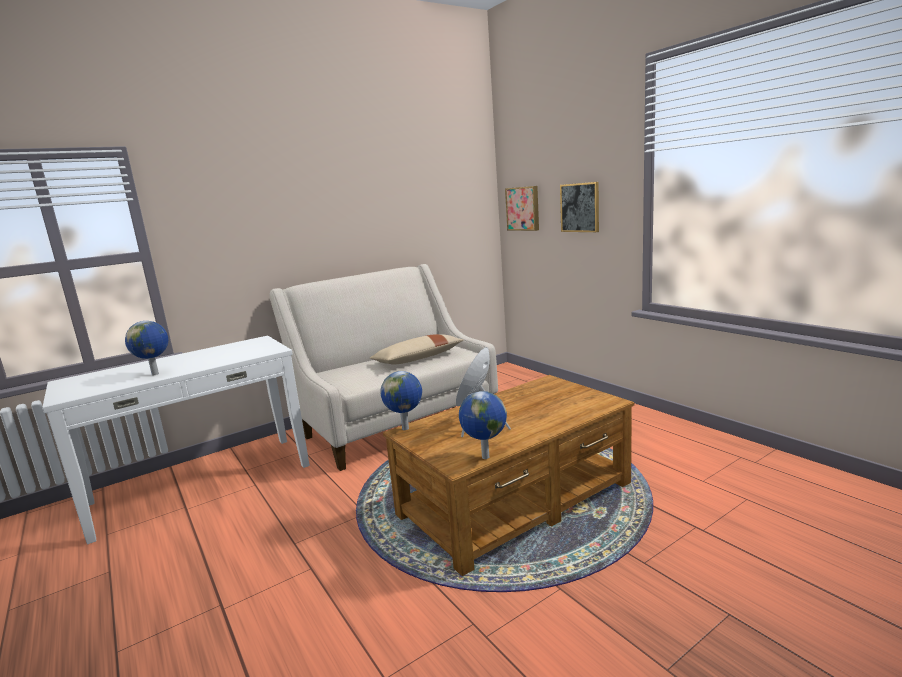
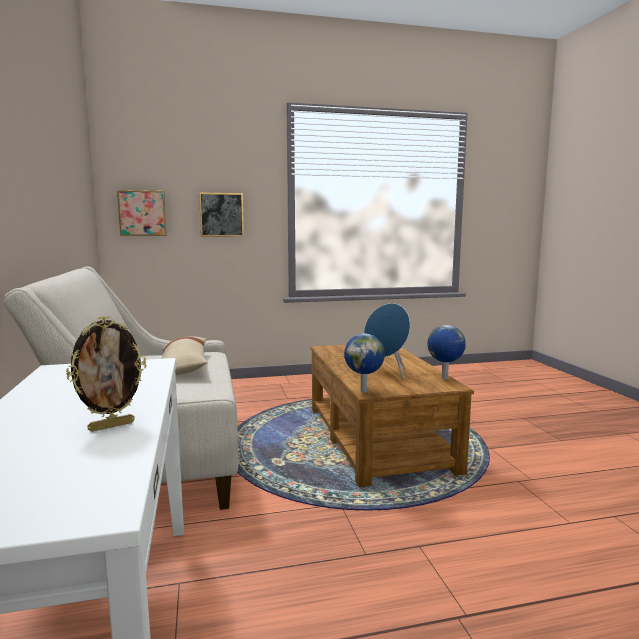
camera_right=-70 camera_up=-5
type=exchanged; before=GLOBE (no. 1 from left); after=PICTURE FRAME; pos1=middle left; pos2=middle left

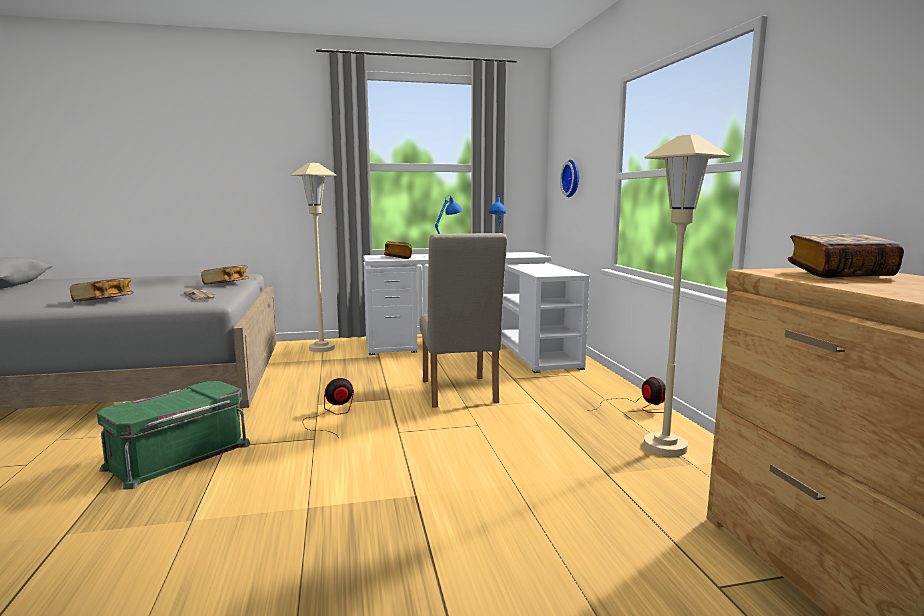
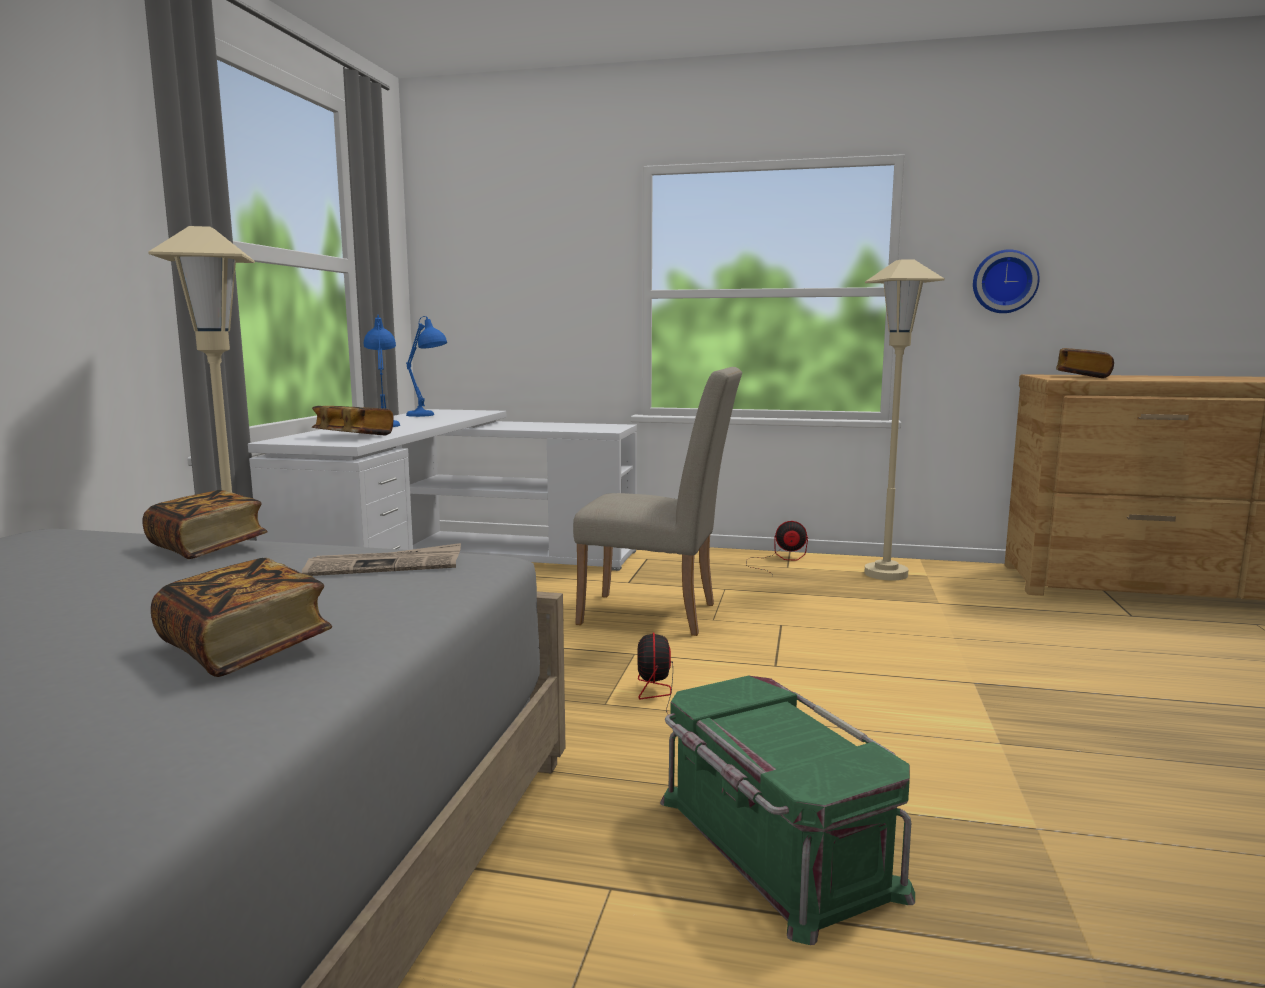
camera_right=-65 camera_up=0
type=relocated; before=WALL CLOCK; pos1=top centre; pos2=top right

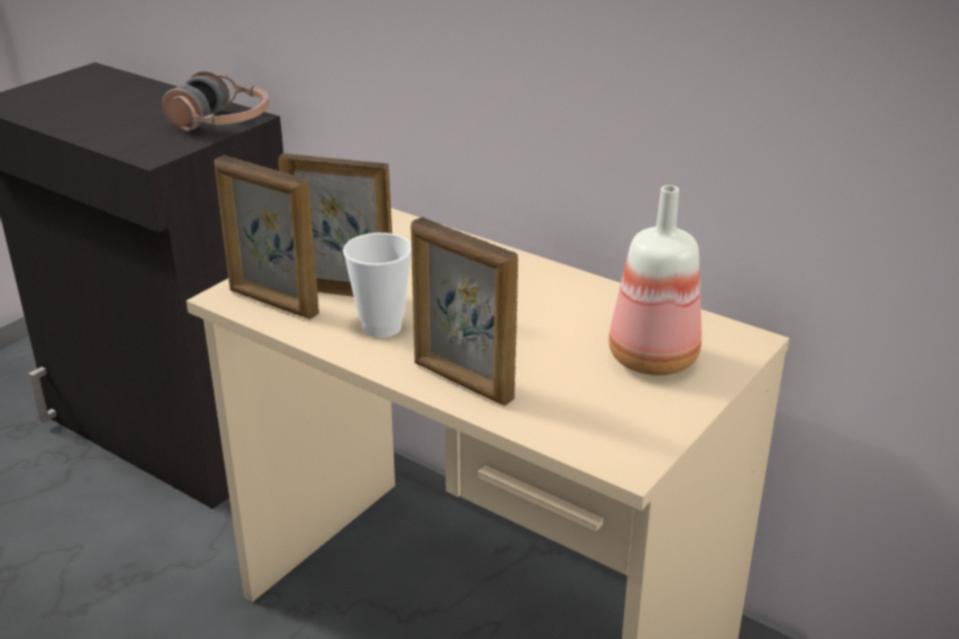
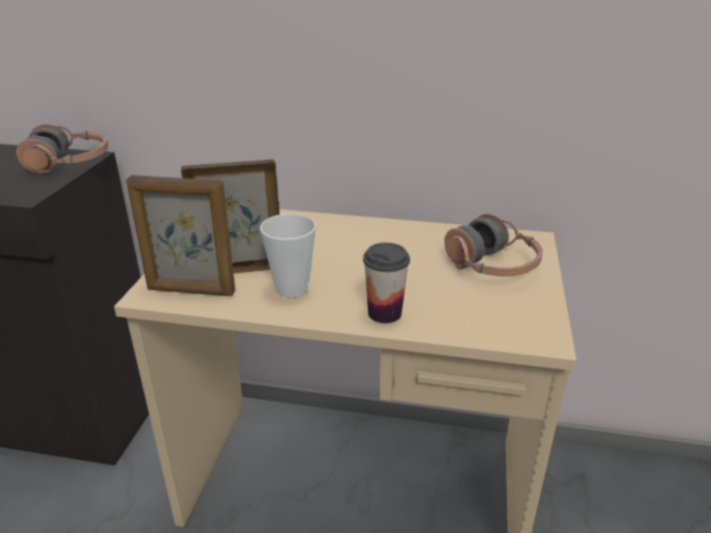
camera_right=-25 camera_up=0
type=exchanged; before=PICTURE FRAME (no. 3 from left); after=CUP (no. 2 from left); pos1=centre; pos2=centre
type=exchanged; before=BOTTLE; after=HEADPHONES (no. 2 from left); pos1=middle right; pos2=middle right

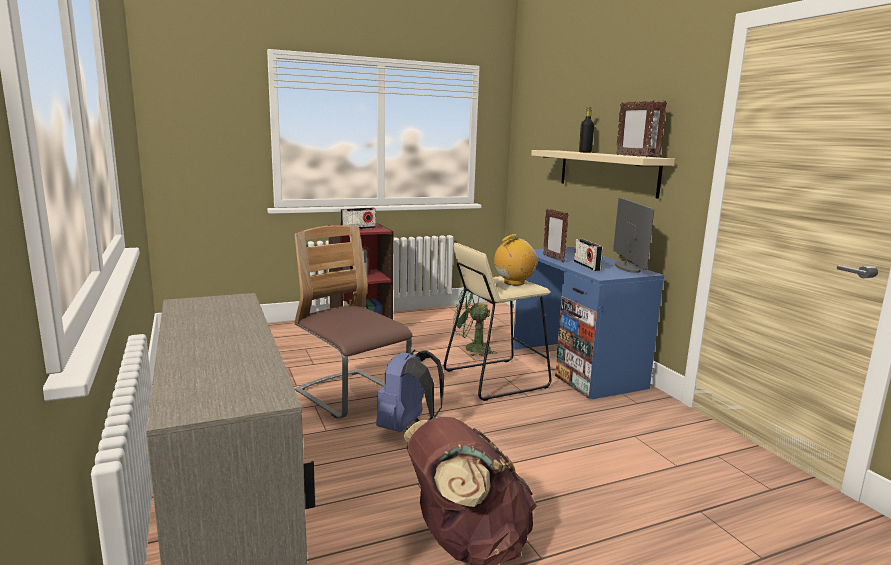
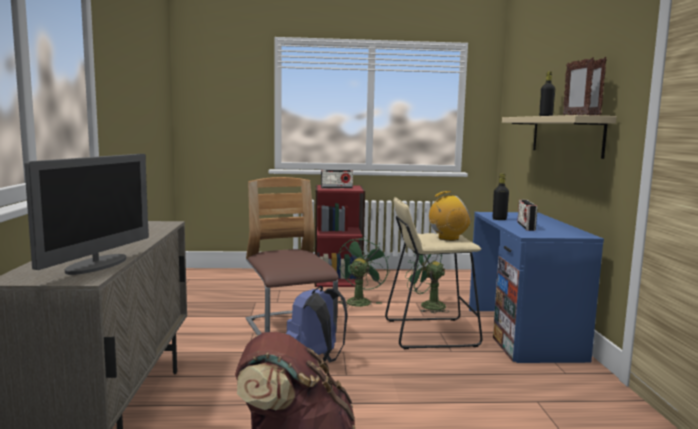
camera_right=20 camera_up=-5
type=relocated; before=MONITOR; pos1=middle right; pos2=middle left
type=appeared; after=GREEN FAN (no. 1 from left); pos2=centre
type=exchanged; before=PICTURE FRAME (no. 1 from left); after=BLACK BOTTLE (no. 1 from left); pos1=centre; pos2=middle right

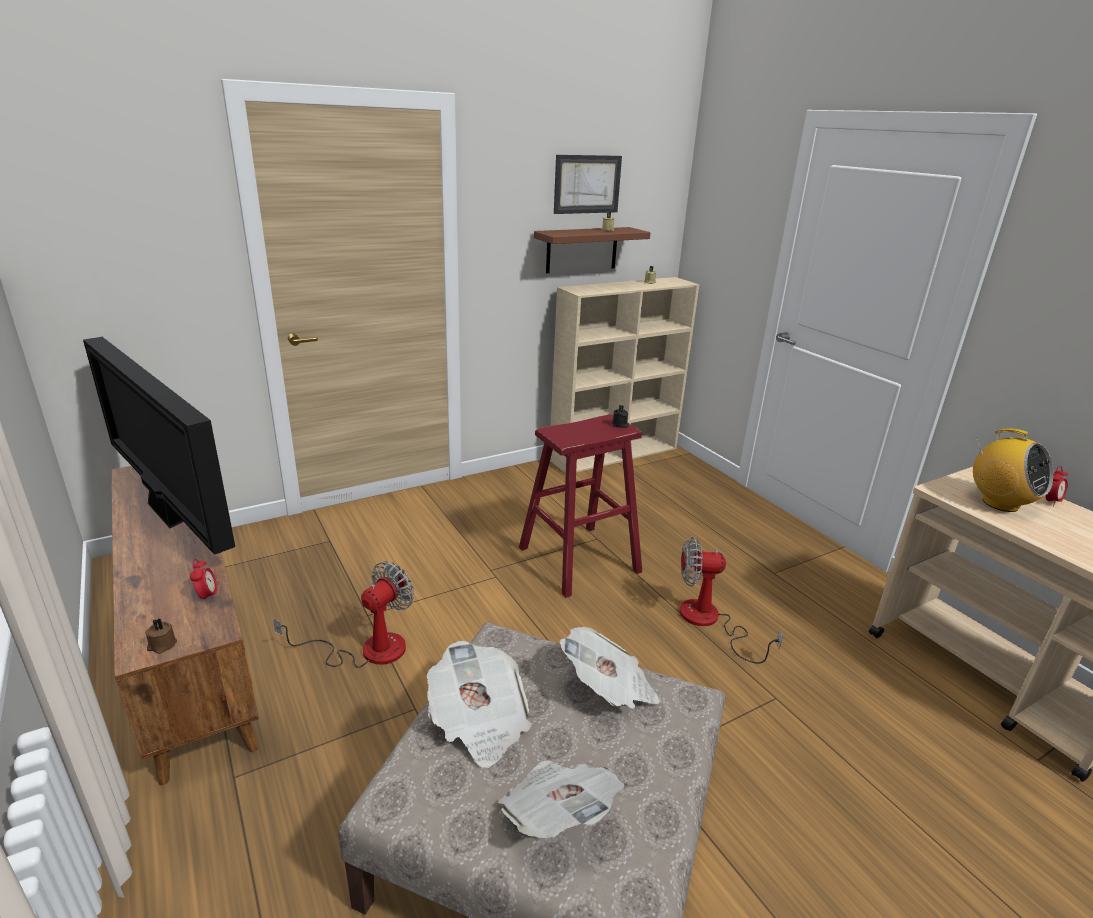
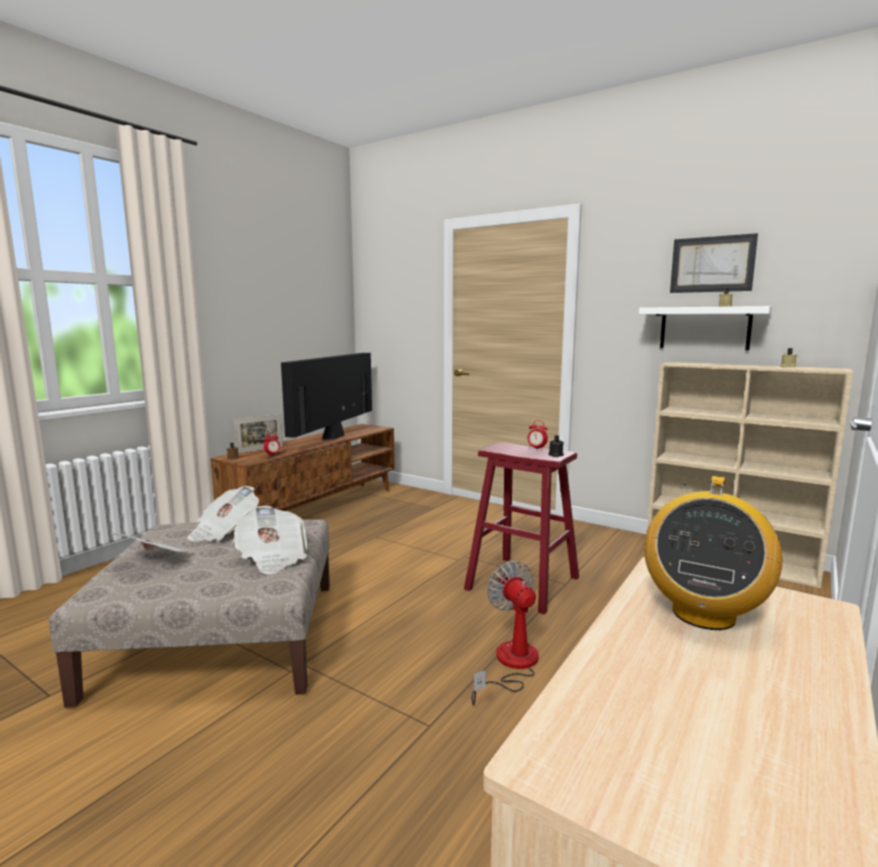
camera_right=65 camera_up=-15
type=appeared; after=PICTURE FRAME; pos2=middle left
type=relocated; before=ALARM CLOCK (no. 2 from left); pos1=middle right; pos2=centre
type=colour; before=BROWN SHELF; after=WHITE SHELF; pos1=top centre; pos2=middle right
type=missing; before=FAN (no. 1 from left); pos1=bottom left

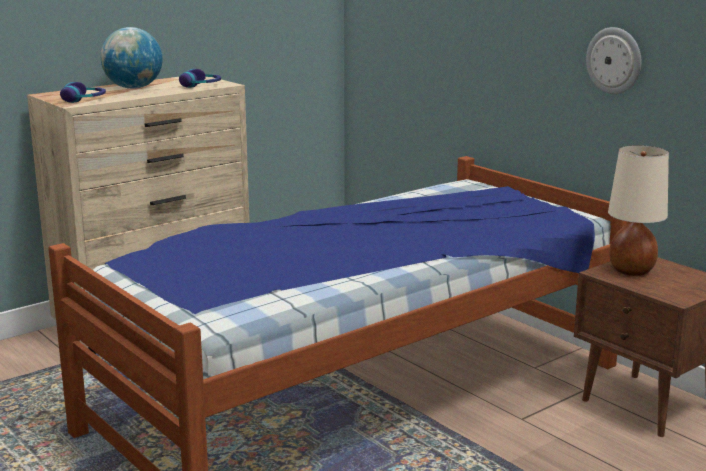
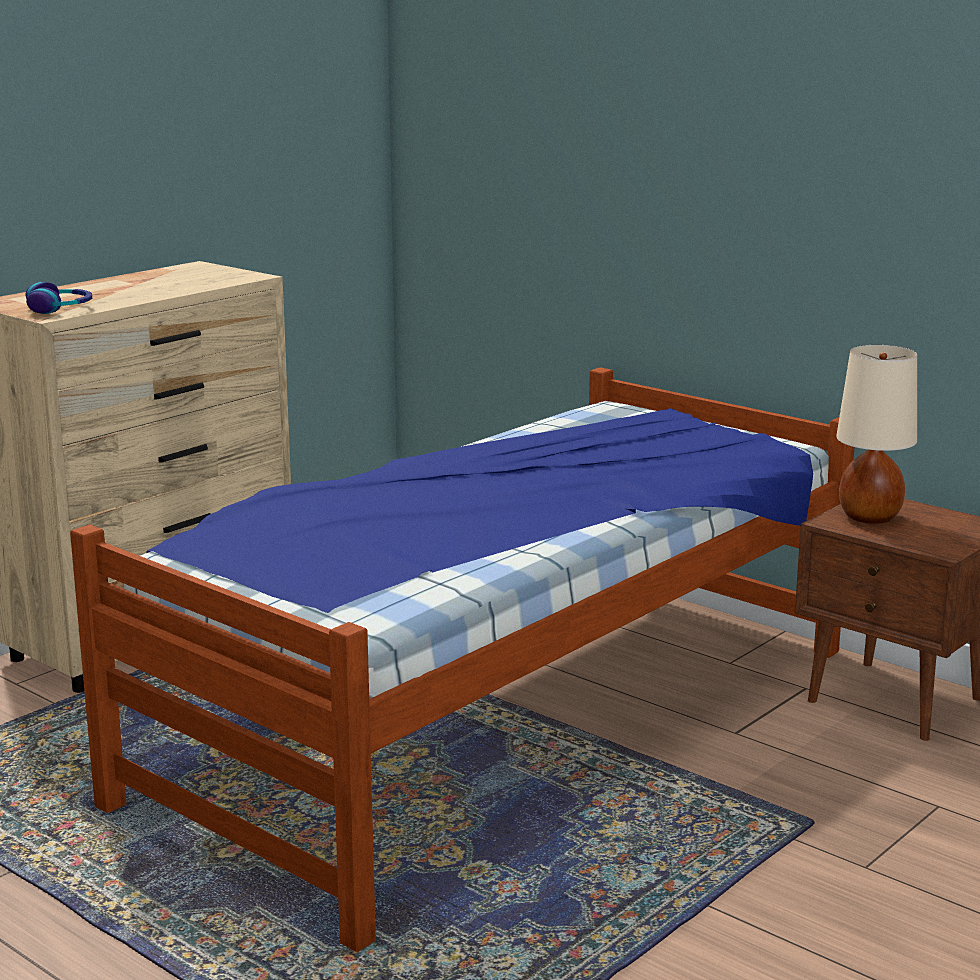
camera_right=-10 camera_up=0
type=missing; before=GLOBE; pos1=top left
type=missing; before=HEADPHONES (no. 2 from left); pos1=top left
type=missing; before=WALL CLOCK; pos1=top right

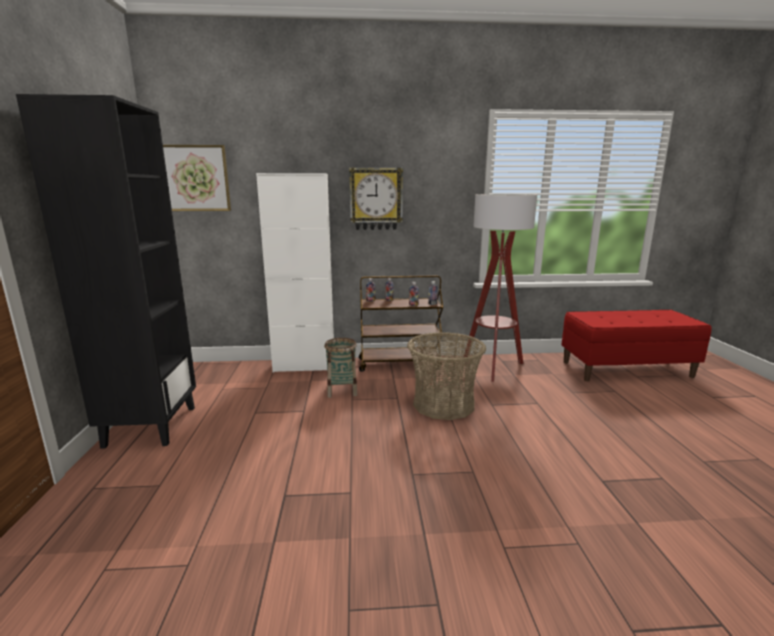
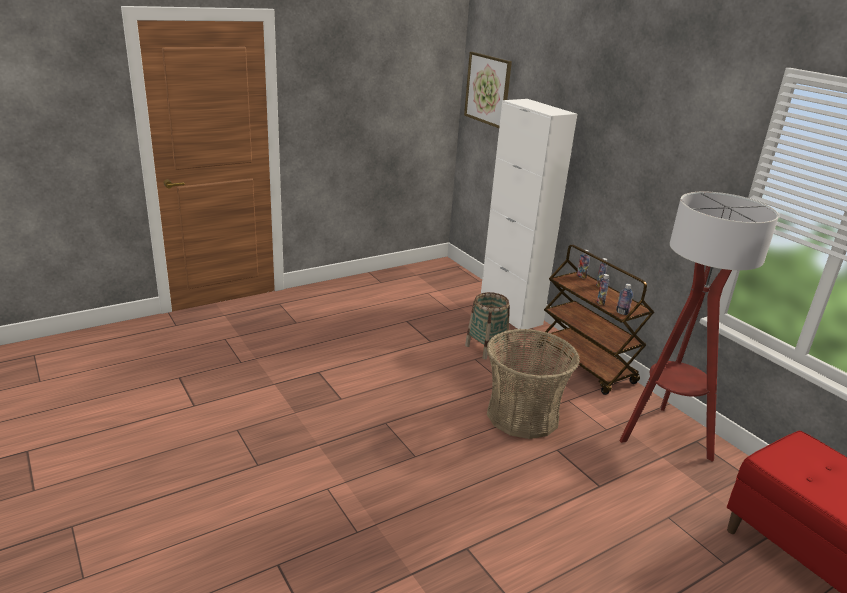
camera_right=60 camera_up=10
type=missing; before=BLACK BOOKCASE; pos1=middle left
type=missing; before=WALL CLOCK; pos1=top centre

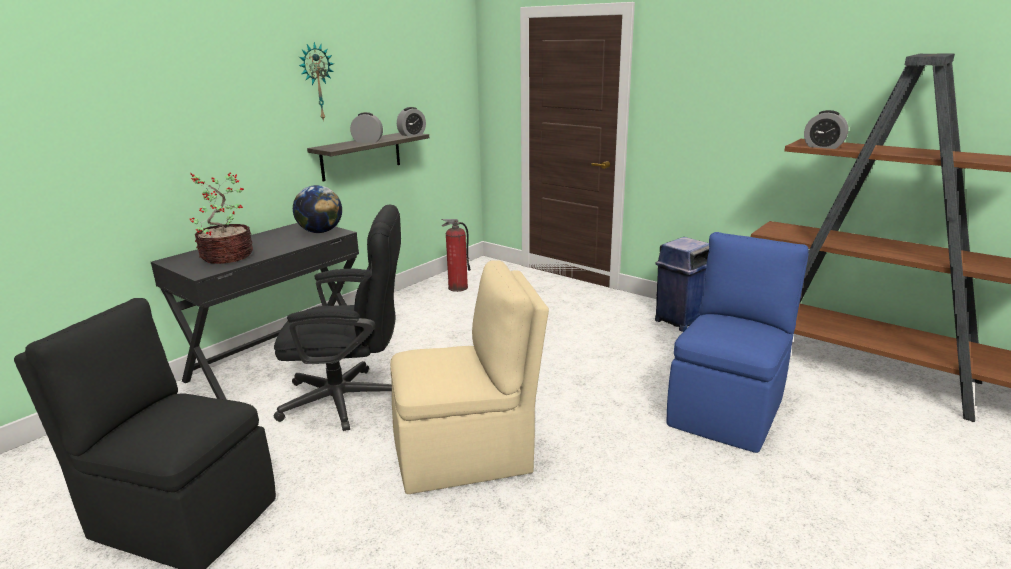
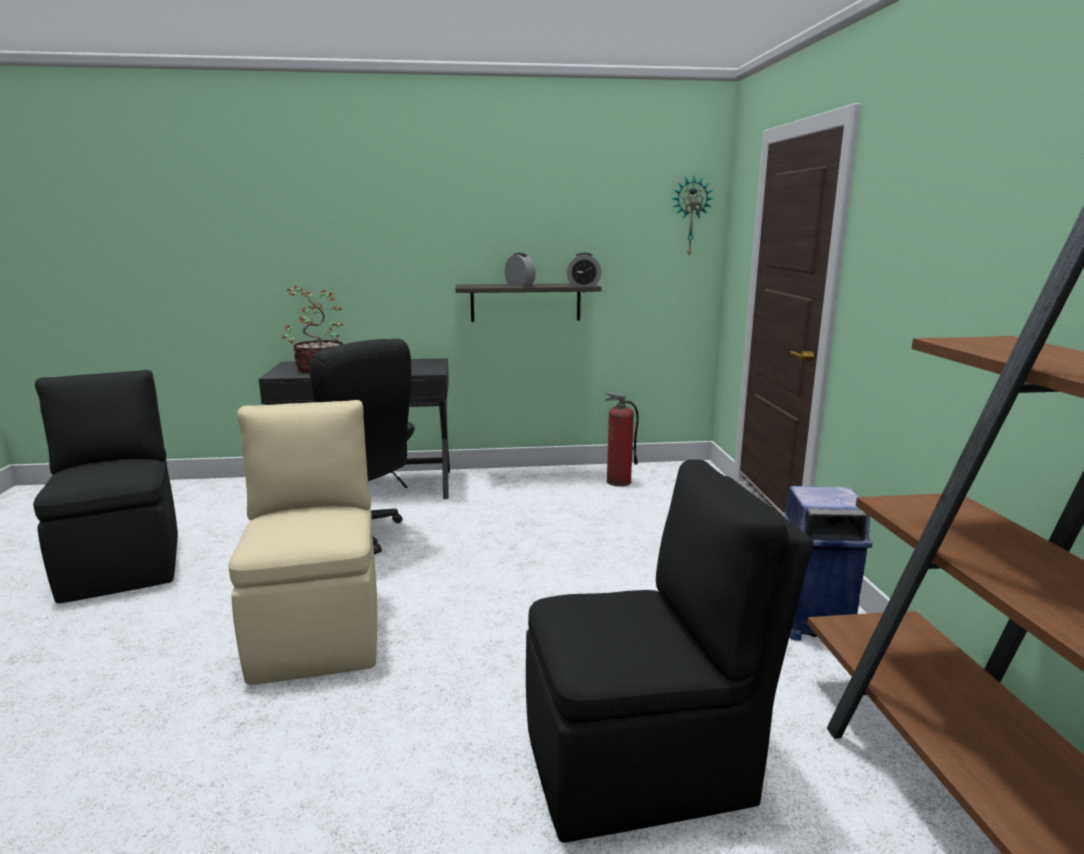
camera_right=45 camera_up=-5
type=spun; before=BEIGE CHAIR; pos1=centre; pos2=middle left; turn=-135
type=colour; before=BLUE CHAIR; after=BLACK CHAIR (no. 2 from left); pos1=middle right; pos2=bottom centre
type=relocated; before=WALL CLOCK; pos1=top left; pos2=top centre
type=missing; before=GLOBE; pos1=middle left
type=missing; before=ALARM CLOCK (no. 3 from left); pos1=top right

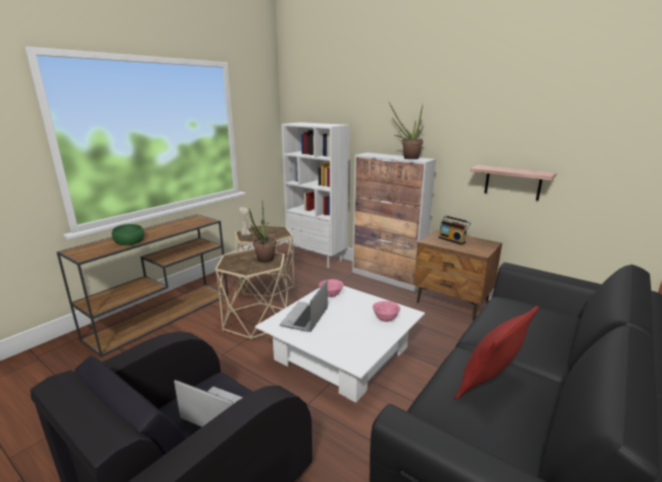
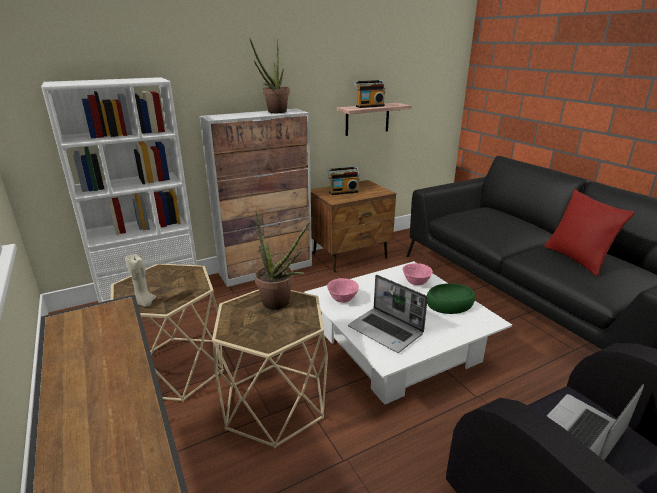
camera_right=-65 camera_up=5
type=appeared; after=RADIO (no. 2 from left); pos2=top centre
type=relocated; before=GREEN BOWL; pos1=middle left; pos2=middle right

